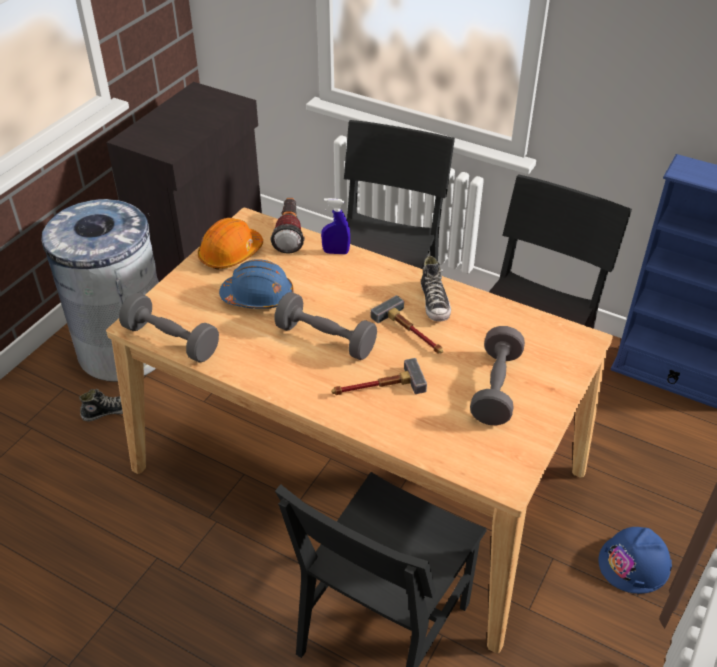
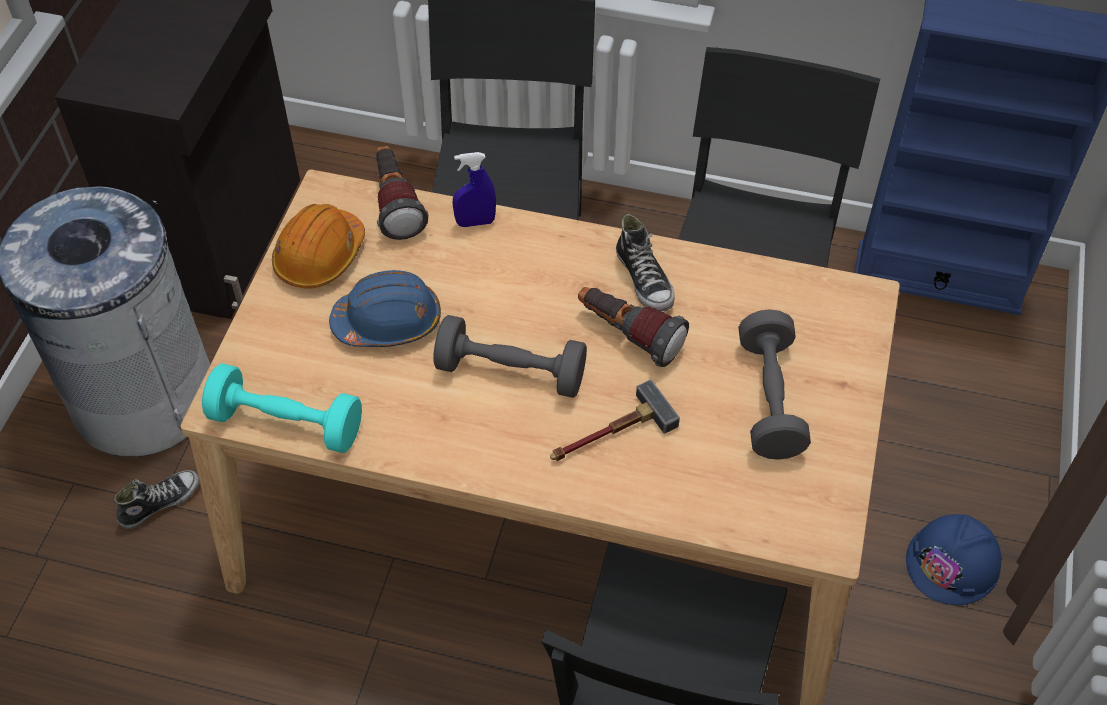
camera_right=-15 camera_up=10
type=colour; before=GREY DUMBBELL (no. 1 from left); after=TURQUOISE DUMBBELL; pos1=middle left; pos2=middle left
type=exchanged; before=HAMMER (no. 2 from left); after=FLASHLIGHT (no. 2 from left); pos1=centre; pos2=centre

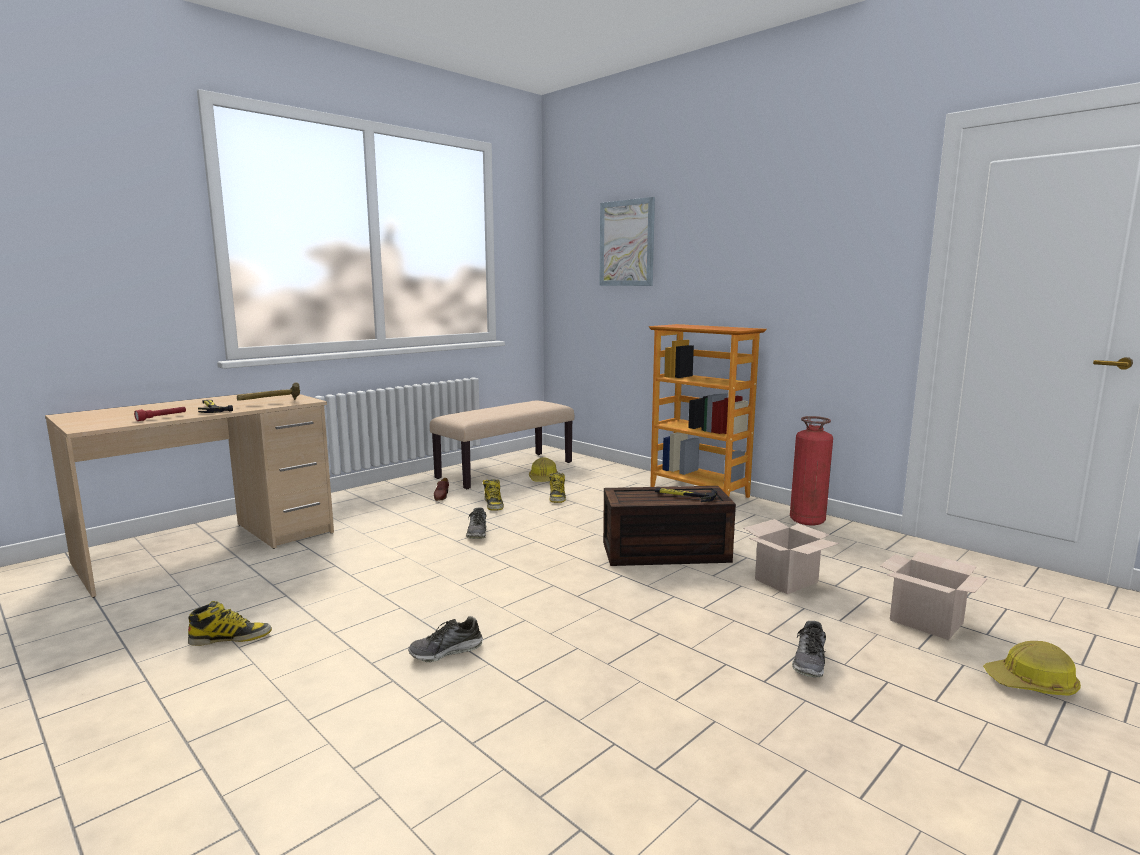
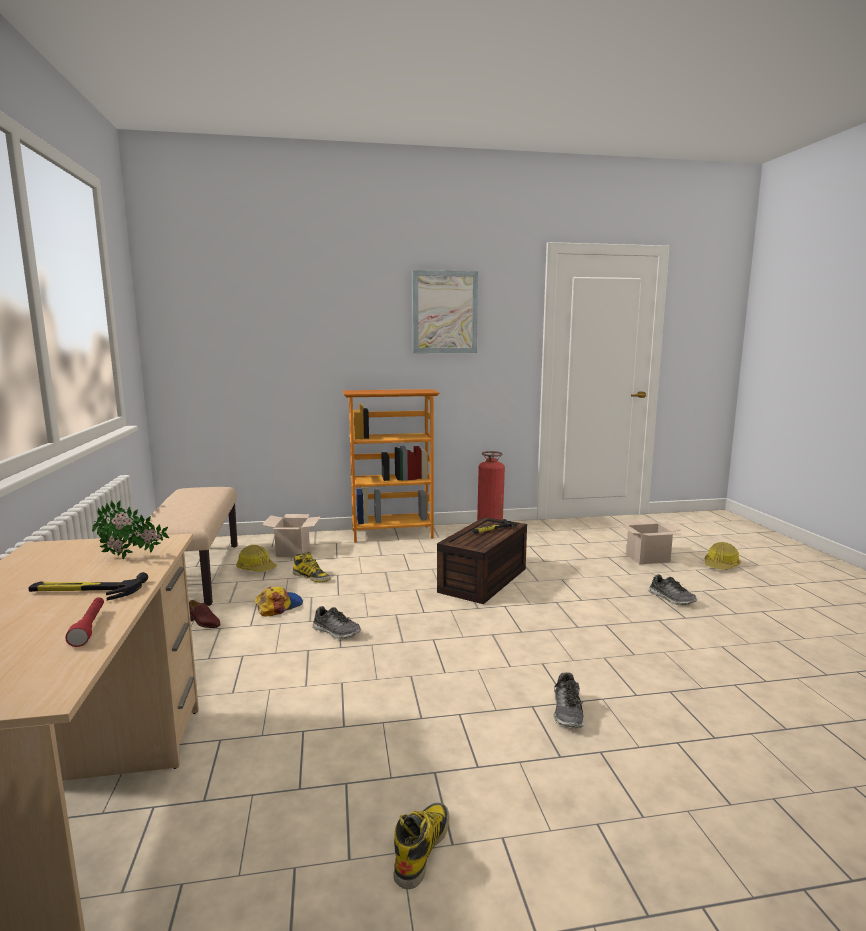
camera_right=-55 camera_up=0
type=exchanged; before=HAMMER (no. 2 from left); after=POTTED PLANT; pos1=middle left; pos2=middle left
type=exchanged; before=BOOT (no. 2 from left); after=CAP; pos1=centre; pos2=middle left
type=relocated; before=CARDBOARD BOX (no. 1 from left); pos1=middle right; pos2=centre
type=relocated; before=PICTURE; pos1=top centre; pos2=centre

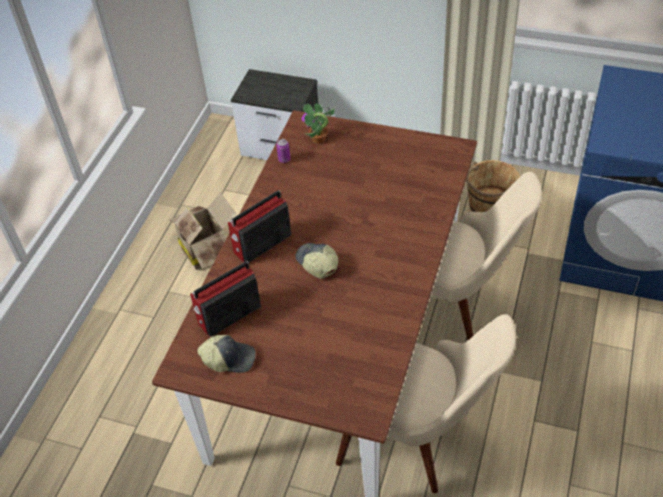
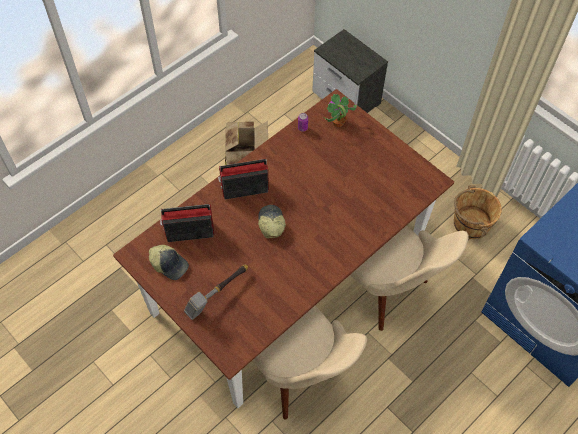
camera_right=25 camera_up=10
type=appeared; after=HAMMER; pos2=bottom centre

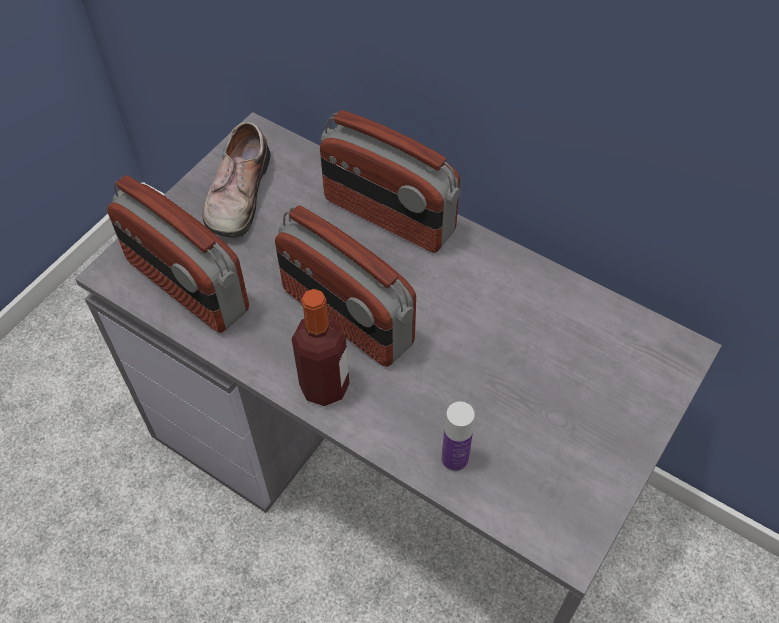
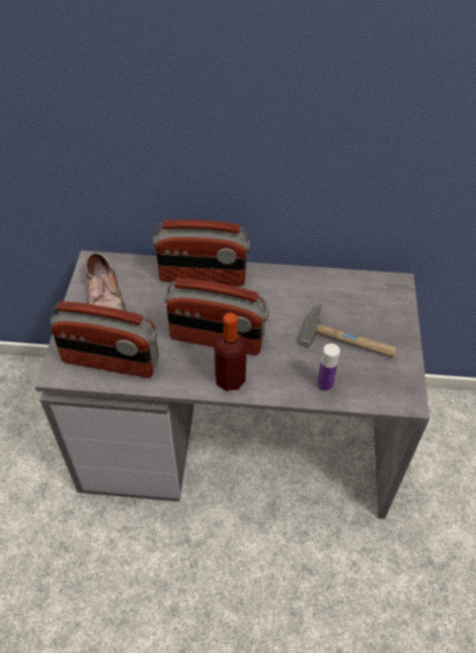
camera_right=-30 camera_up=-5
type=appeared; after=HAMMER; pos2=middle right

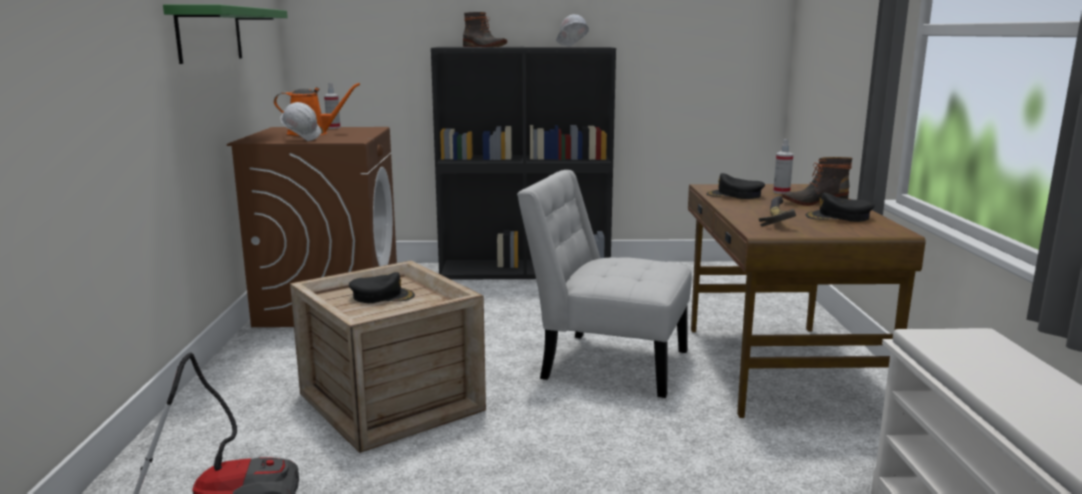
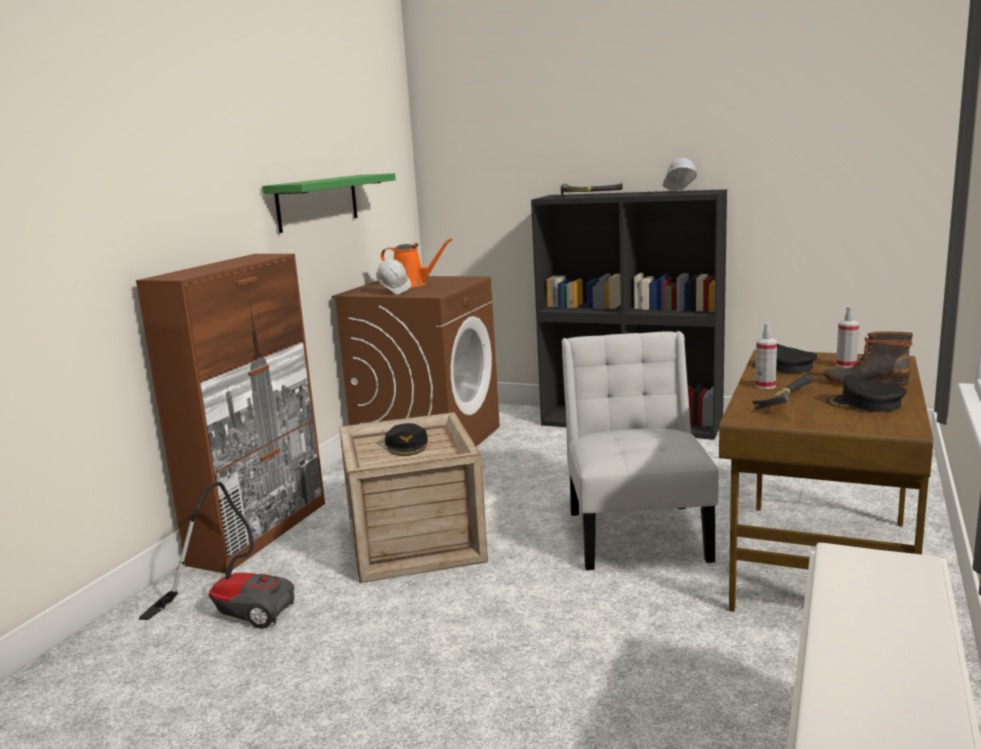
camera_right=25 camera_up=0
type=appeared; after=BROWN CABINET; pos2=middle left
type=spun; before=BLACK CAP (no. 1 from left); pos1=centre; pos2=centre; turn=60
type=exchanged; before=BOOT (no. 1 from left); after=HAMMER (no. 1 from left); pos1=top centre; pos2=top centre
type=spun; before=WHITE CHAIR; pos1=centre; pos2=centre; turn=45
type=relocated; before=SPRAY BOTTLE (no. 1 from left); pos1=top left; pos2=middle right

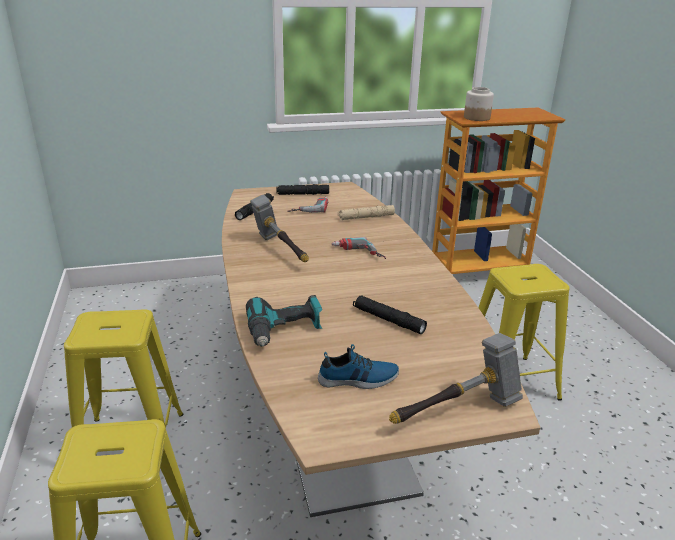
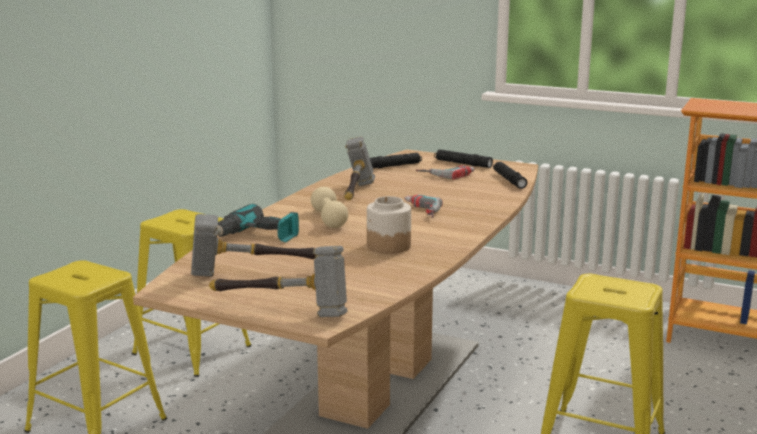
camera_right=40 camera_up=-10
type=exchanged; before=SHOE; after=HAMMER (no. 1 from left); pos1=bottom centre; pos2=centre
type=appeared; after=BEIGE DUMBBELL; pos2=centre
type=relocated; before=JAR; pos1=top right; pos2=centre
type=relocated; before=BLACK FLASHLIGHT (no. 3 from left); pos1=centre; pos2=middle right
type=missing; before=BEIGE FLASHLIGHT; pos1=centre

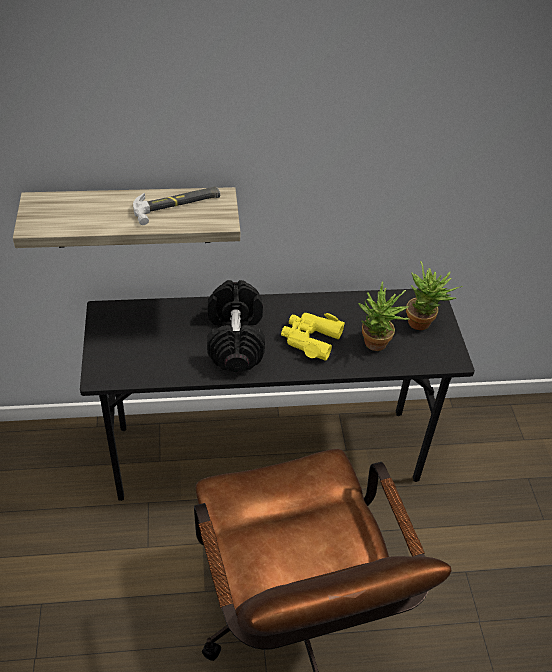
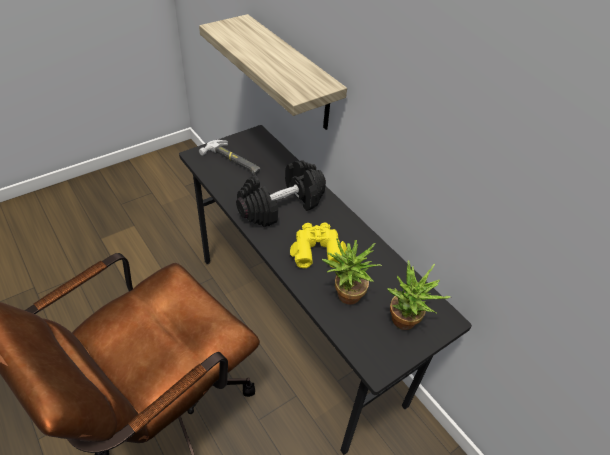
camera_right=60 camera_up=0
type=relocated; before=HAMMER; pos1=top left; pos2=centre

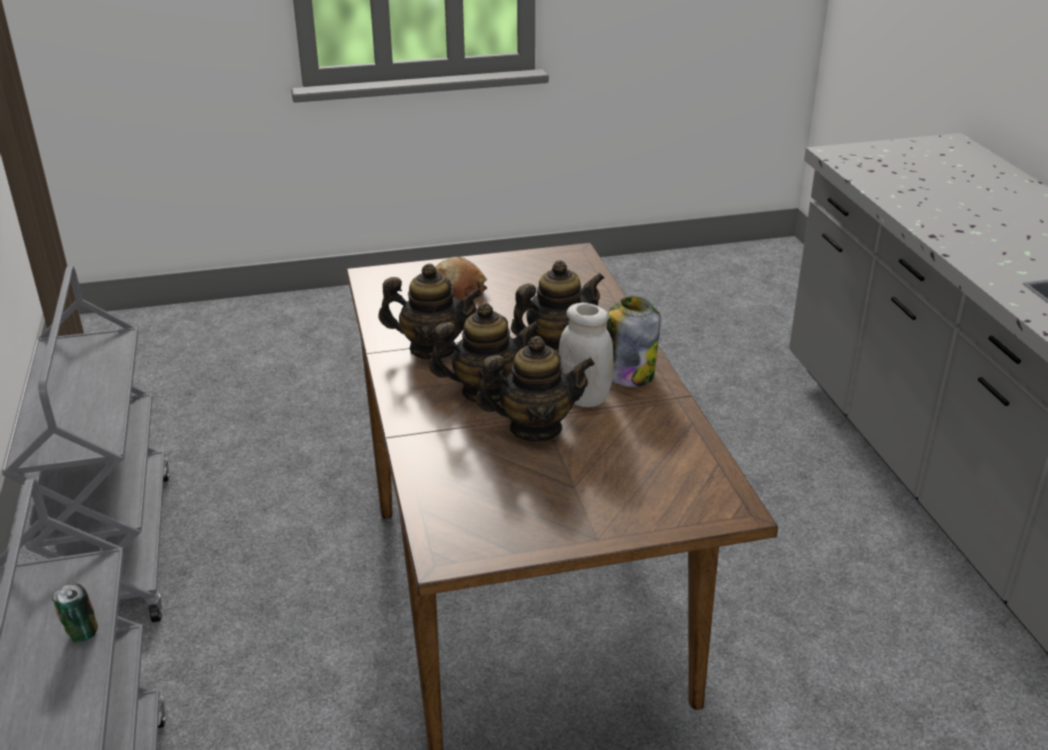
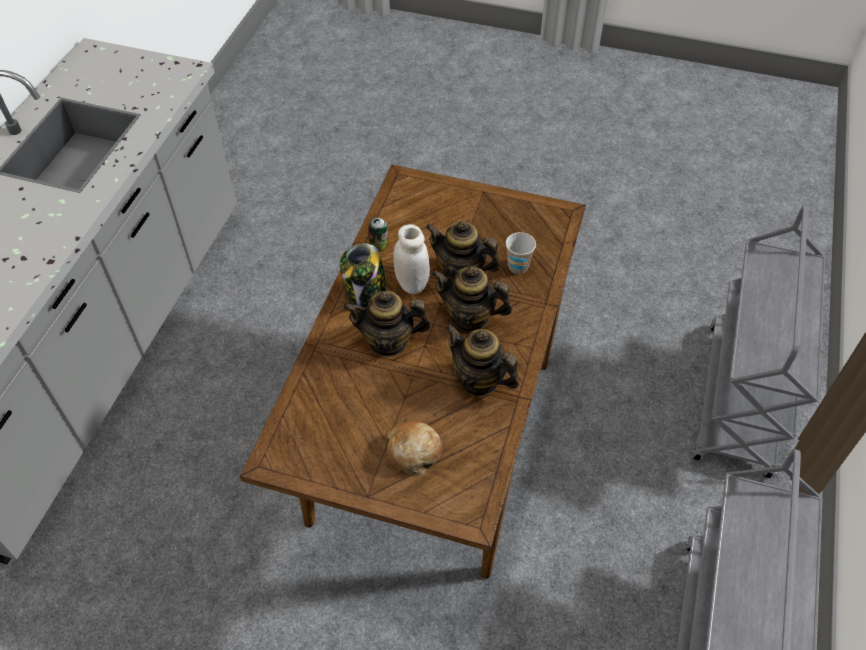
camera_right=-150 camera_up=20
type=relocated; before=CAN; pos1=bottom left; pos2=centre
type=appeared; after=CUP; pos2=centre

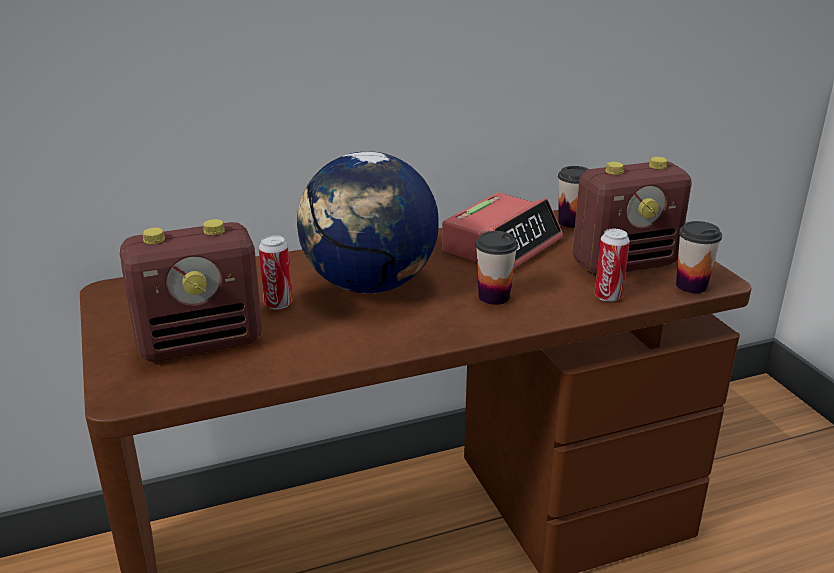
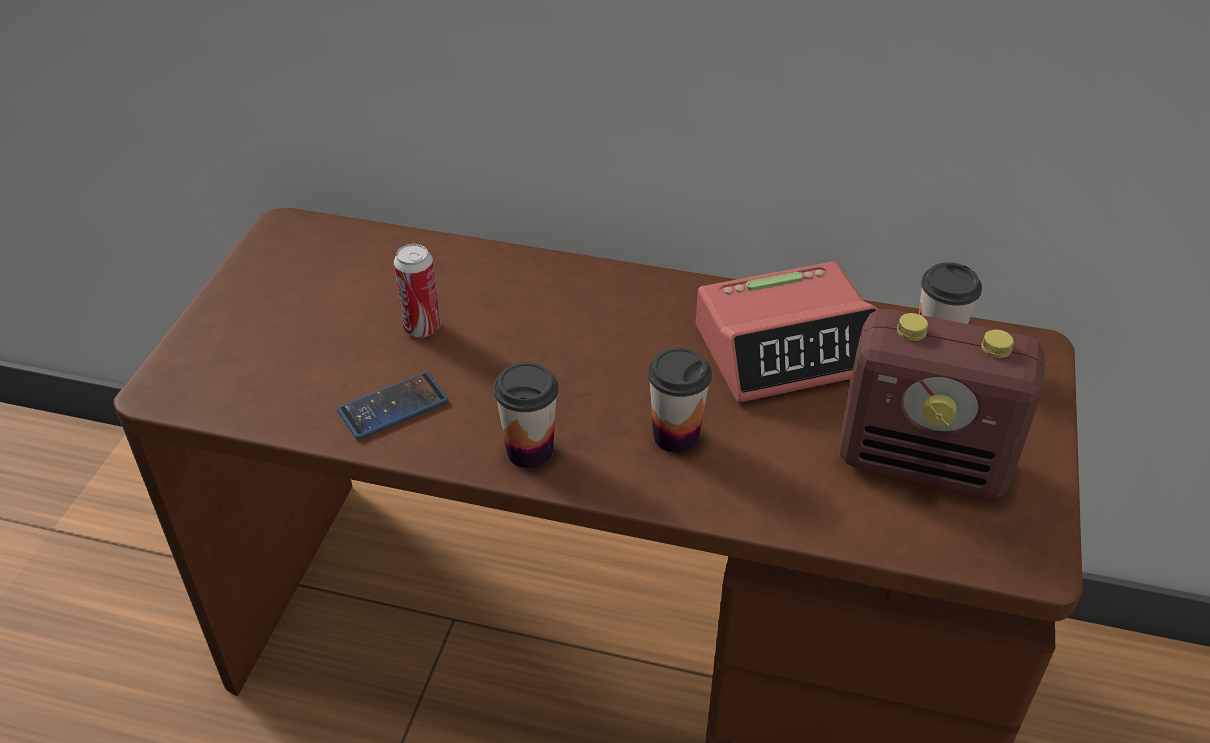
camera_right=35 camera_up=15
type=appeared; after=PHONE; pos2=middle left
type=relocated; before=CUP (no. 3 from left in the first image); after=CUP (no. 1 from left); pos1=middle right; pos2=centre
type=missing; before=RADIO (no. 1 from left); pos1=middle left
type=missing; before=GLOBE; pos1=centre
type=missing; before=CAN (no. 2 from left); pos1=middle right

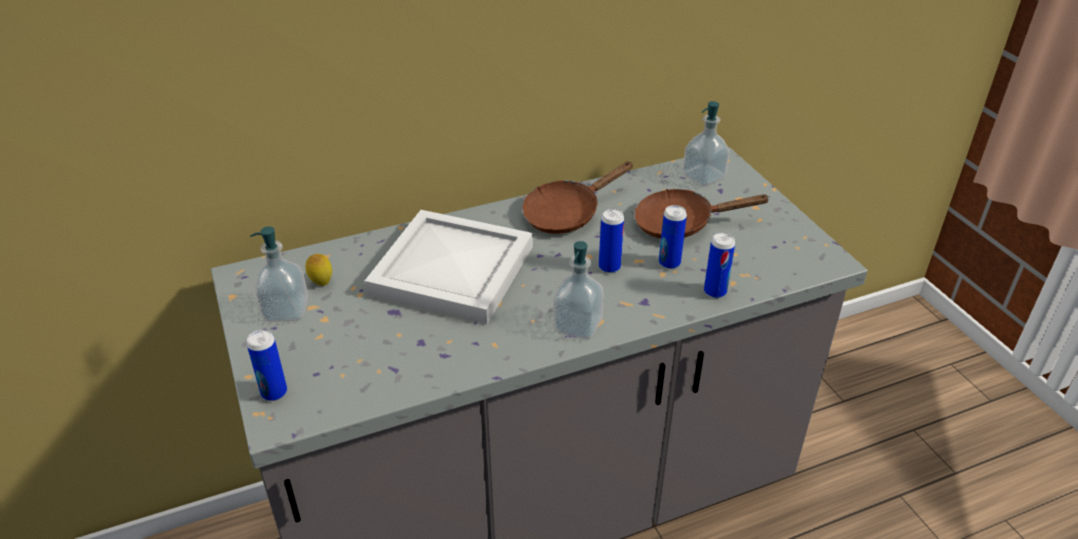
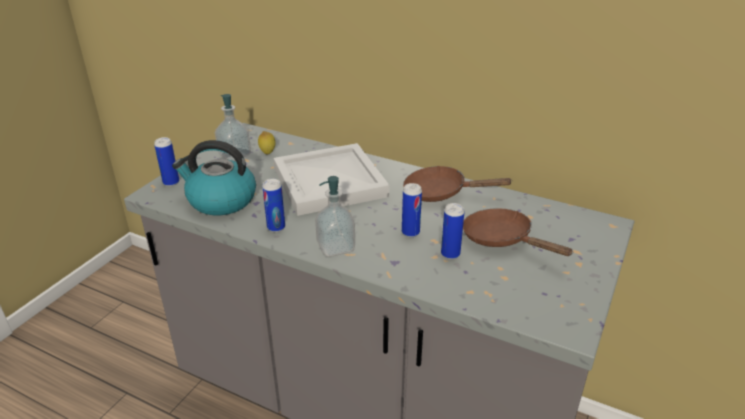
camera_right=50 camera_up=-5
type=appeared; after=KETTLE; pos2=middle left
type=relocated; before=CAN (no. 4 from left in the first image); after=CAN (no. 2 from left); pos1=middle right; pos2=centre
type=missing; before=SOAP DISPENSER (no. 3 from left); pos1=top centre

